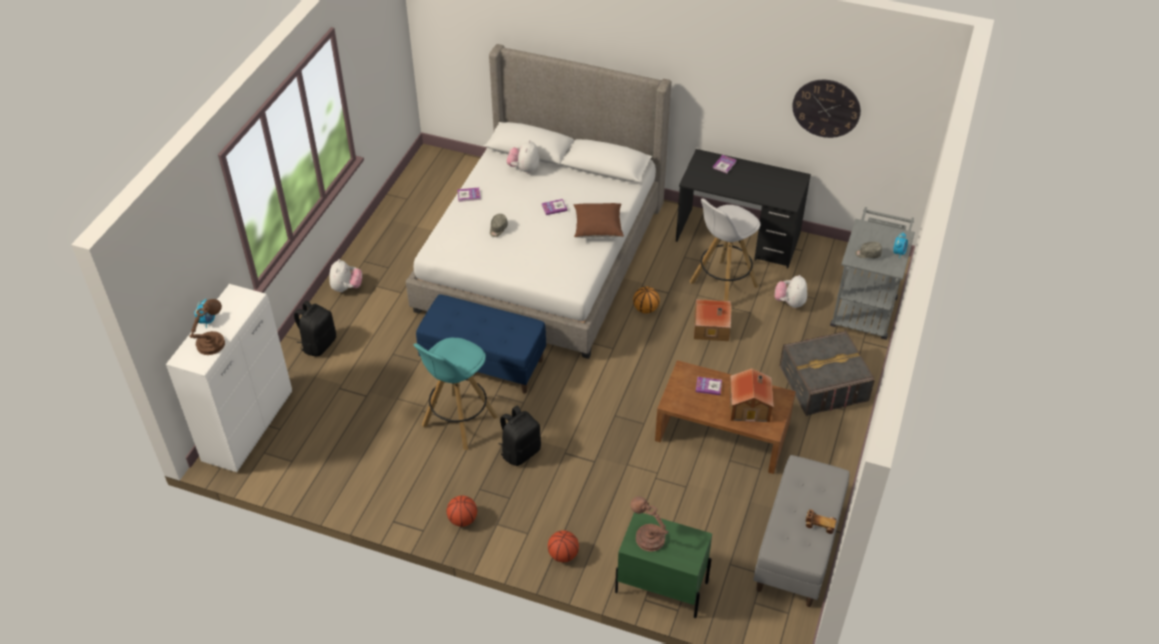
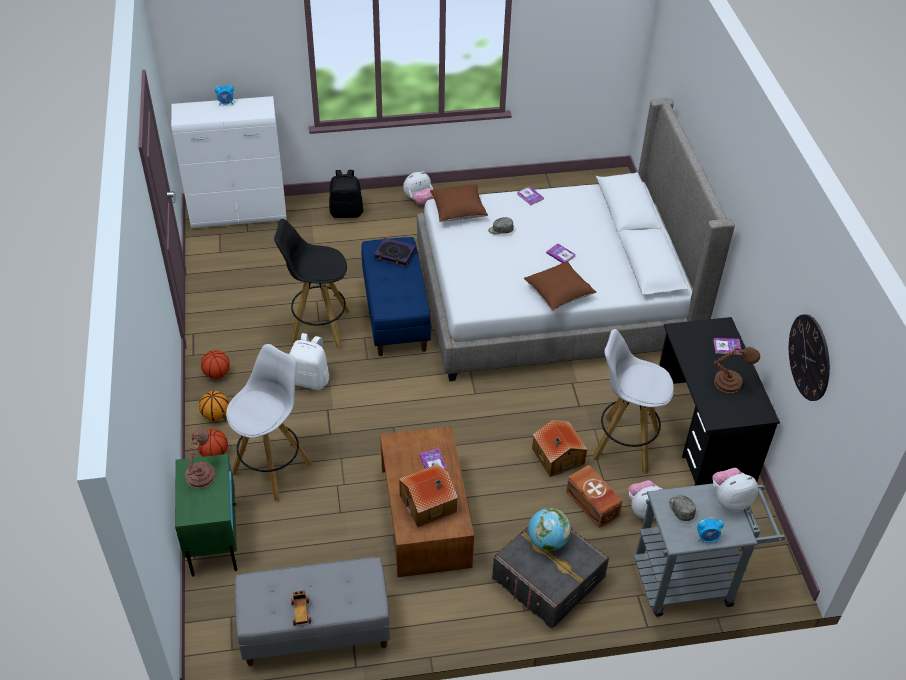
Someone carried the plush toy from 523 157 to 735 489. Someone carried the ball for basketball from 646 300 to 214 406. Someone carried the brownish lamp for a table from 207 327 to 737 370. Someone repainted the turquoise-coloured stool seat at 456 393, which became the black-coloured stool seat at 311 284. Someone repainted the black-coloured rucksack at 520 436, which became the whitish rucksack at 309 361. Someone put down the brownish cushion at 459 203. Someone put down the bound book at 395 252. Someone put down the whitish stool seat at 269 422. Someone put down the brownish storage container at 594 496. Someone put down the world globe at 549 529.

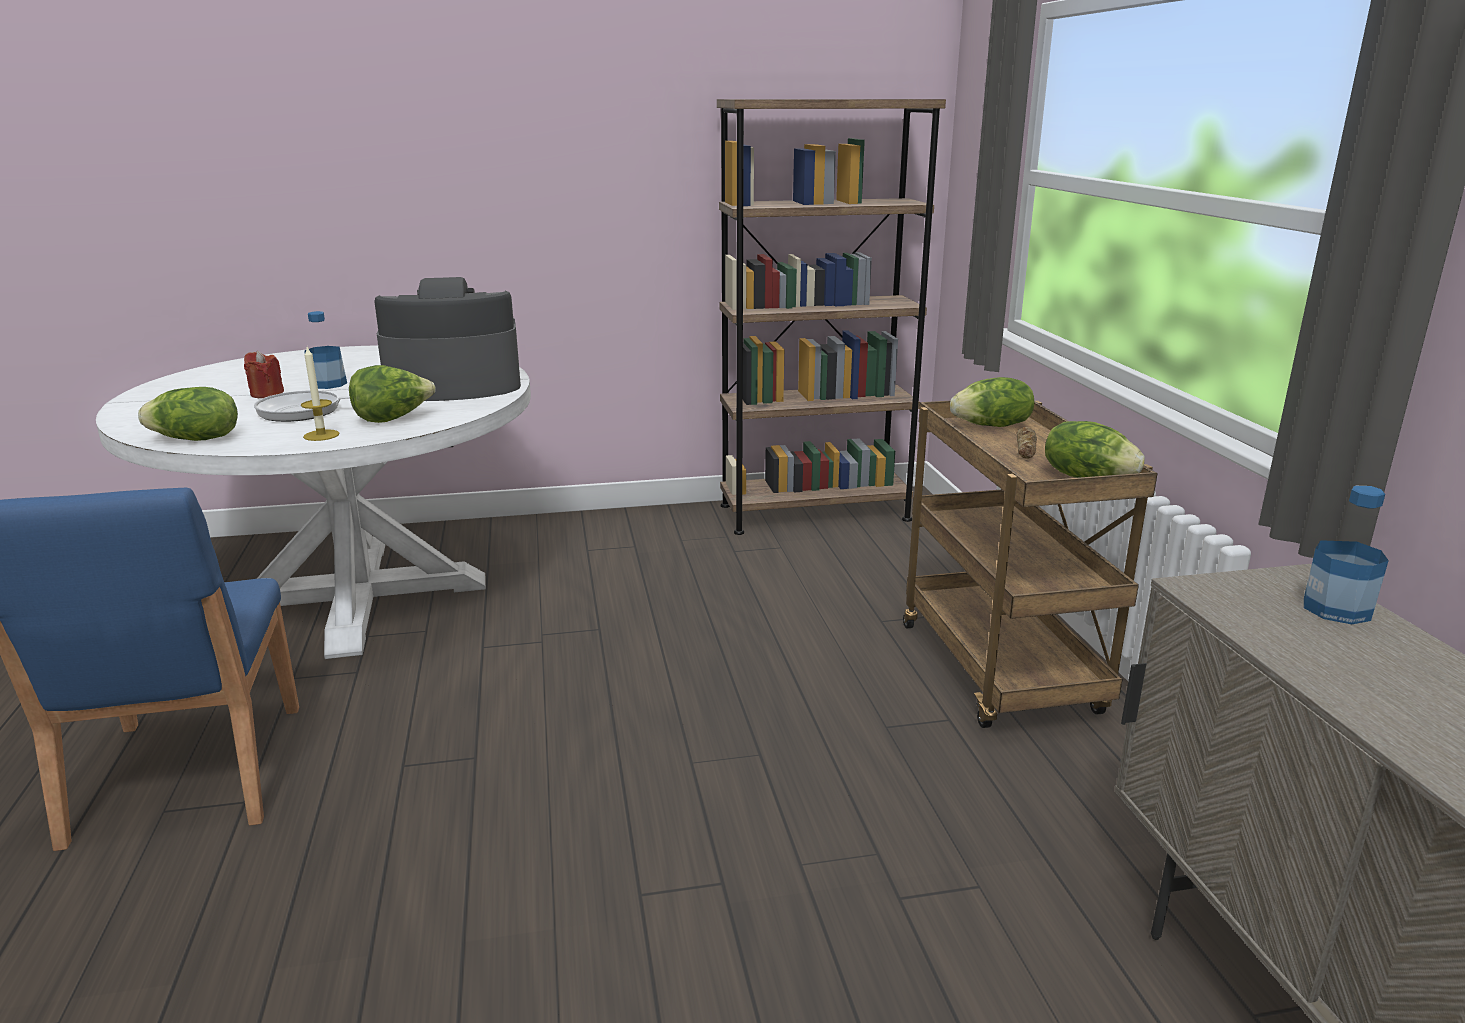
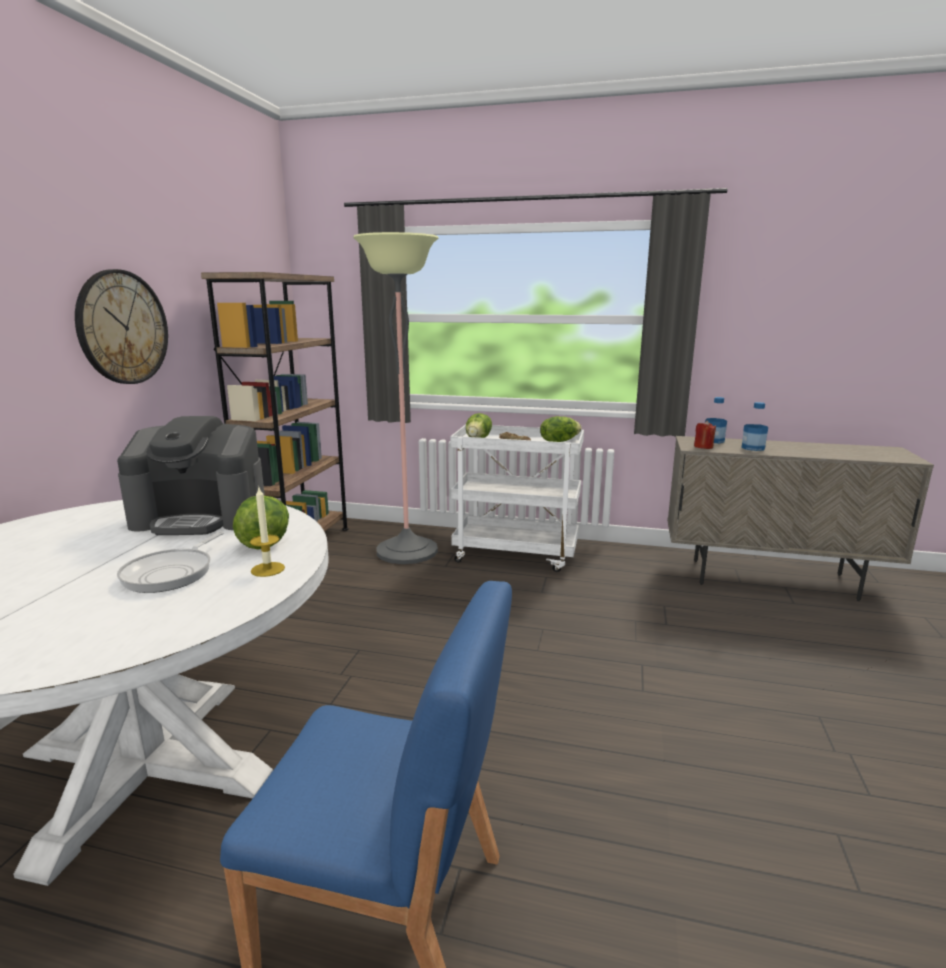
Someone rotated the coffee maker at 447 339 by 105 degrees counterclockwise. Someone carried the drink bottle from 325 350 to 755 426. Someone carried the reddish candle from 264 374 to 705 434. Someone took away the head of lettuce at 188 414. Someone repainted the brownish trolley at 1030 564, which became the whitish trolley at 517 498. Someone put down the standing lamp at 396 398. Someone put up the clock on the wall at 121 326.

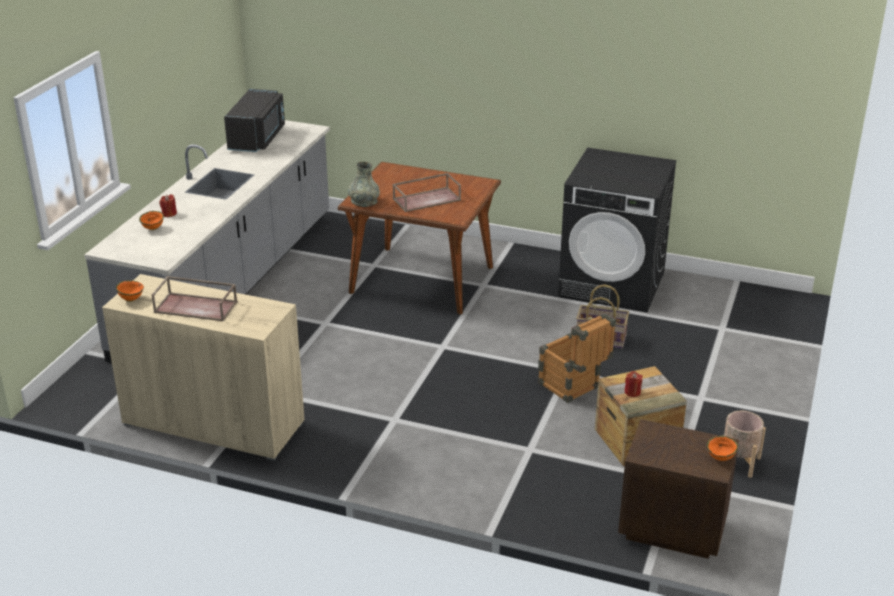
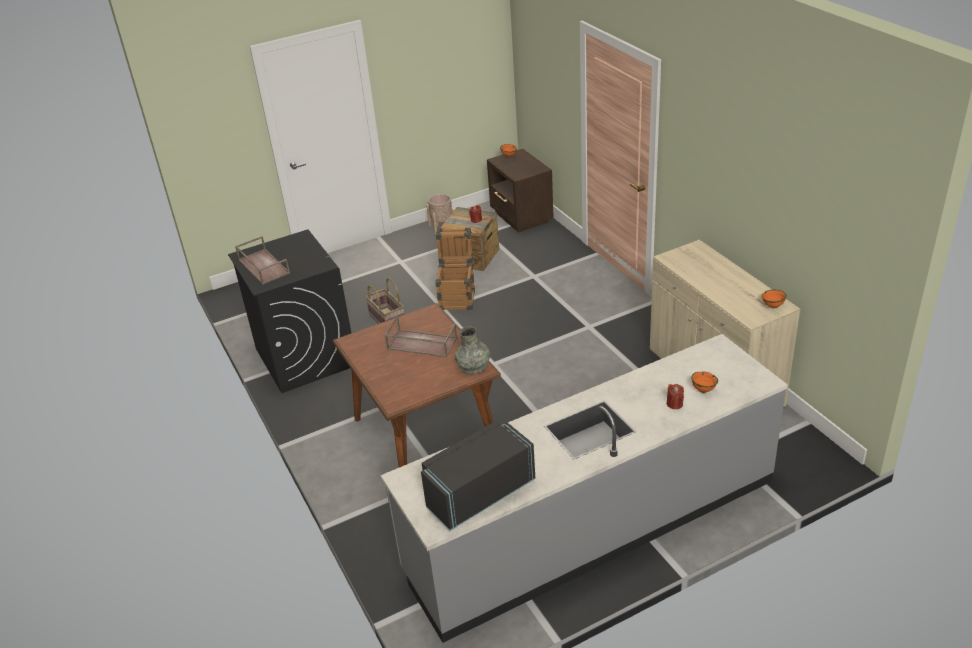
Someone carried the brownish tray from 195 298 to 262 260.

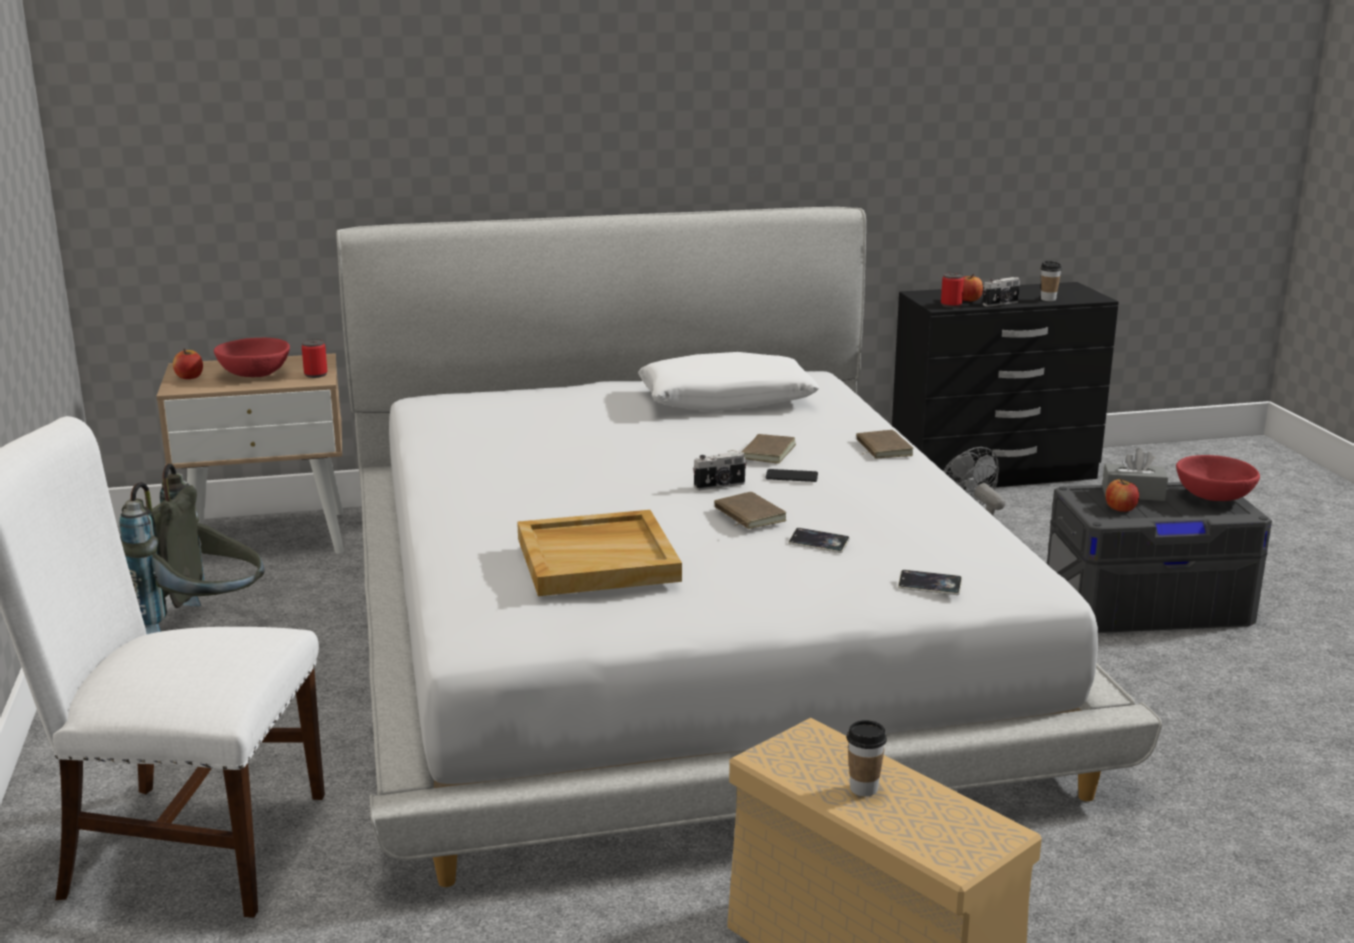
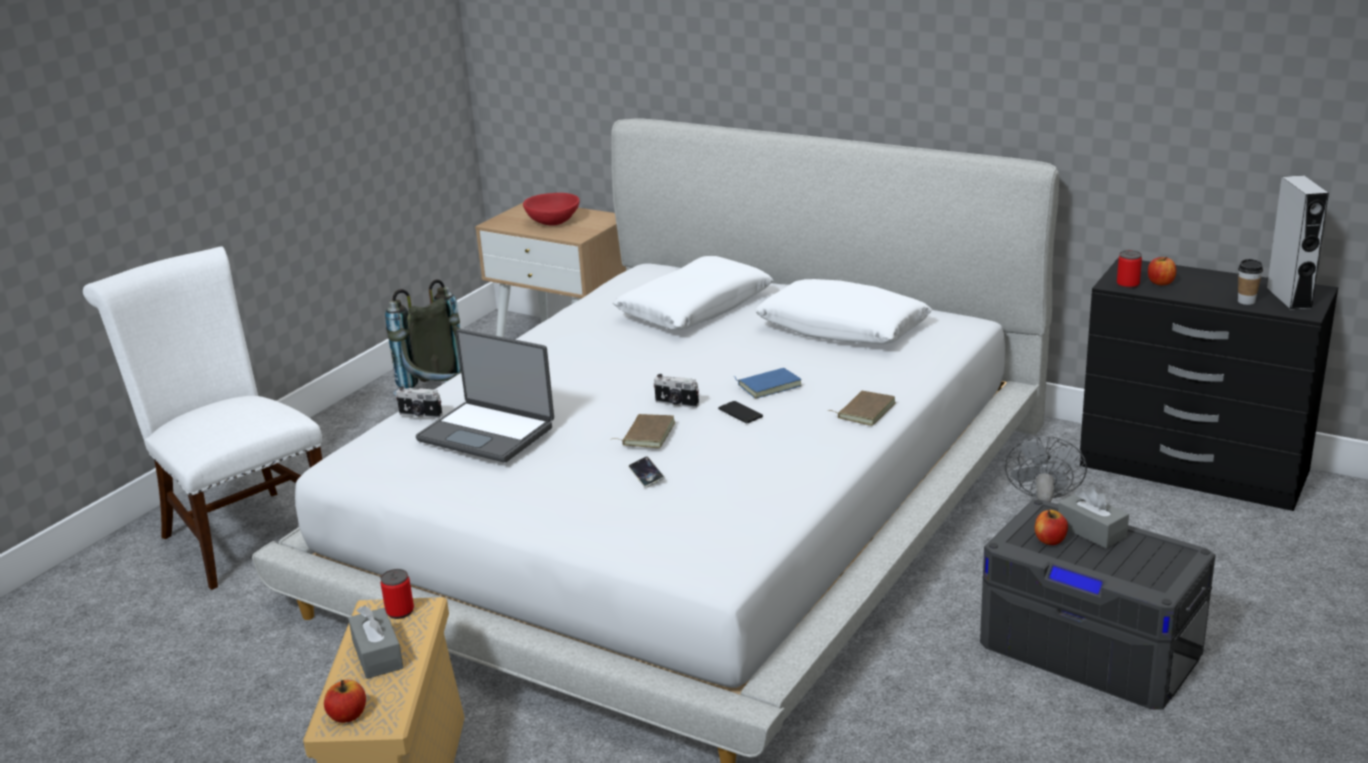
Someone carried the still camera from 1001 292 to 419 402. Someone carried the metal can from 315 358 to 397 594. Someone carried the apple fruit from 188 363 to 345 701. Someone repainted the brownish bound book at 762 449, which became the blue-coloured bound book at 768 383. Someone took away the reddish serving bowl at 1218 478. Someone swapped the beige tray at 599 553 for the portable computer at 485 396. Someone took away the phone at 930 582. Someone swapped the small cup at 867 758 for the gray tissue box at 376 642. Someone put down the gray speaker at 1297 242. Someone put down the whitish cushion at 693 293.

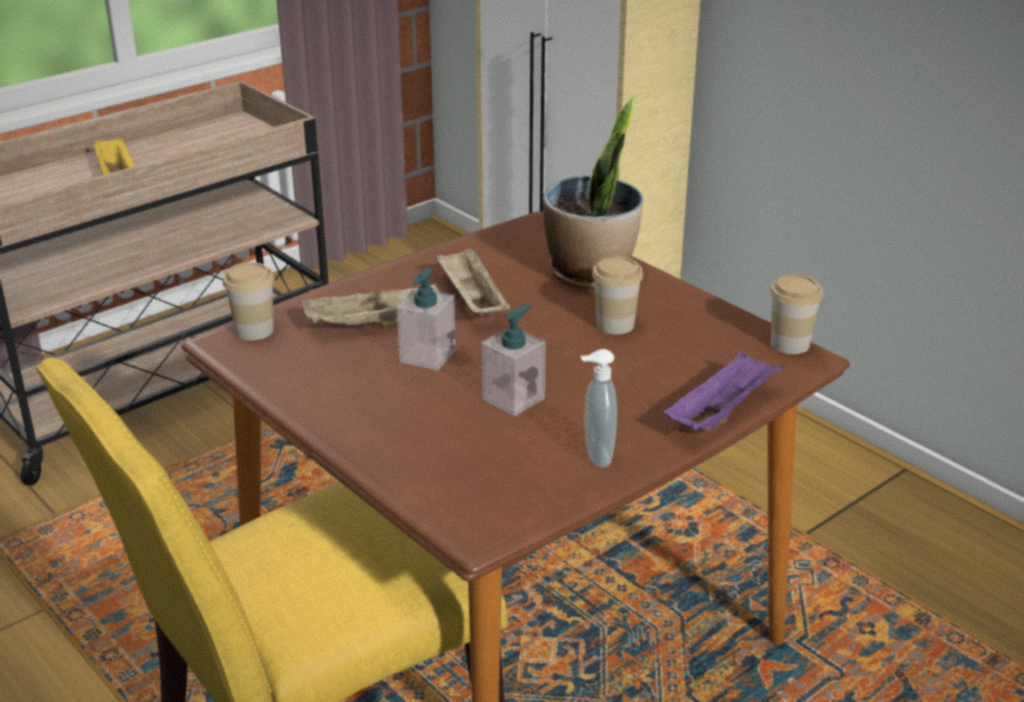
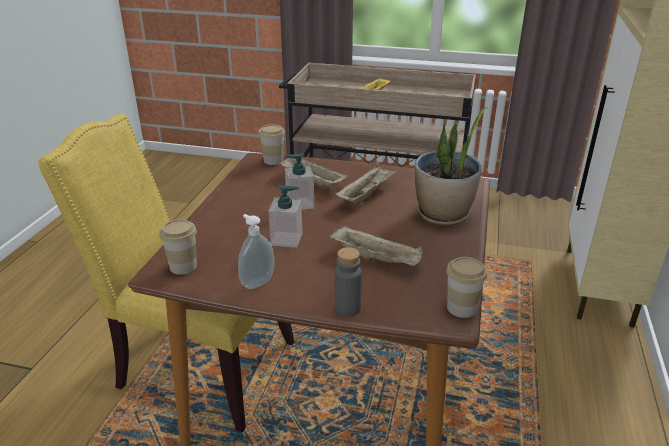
Someone carried the small cup from 617 295 to 178 247. Someone swapped the purple tray at 724 391 for the gray drink bottle at 348 282. Someone put down the beige tray at 376 246.

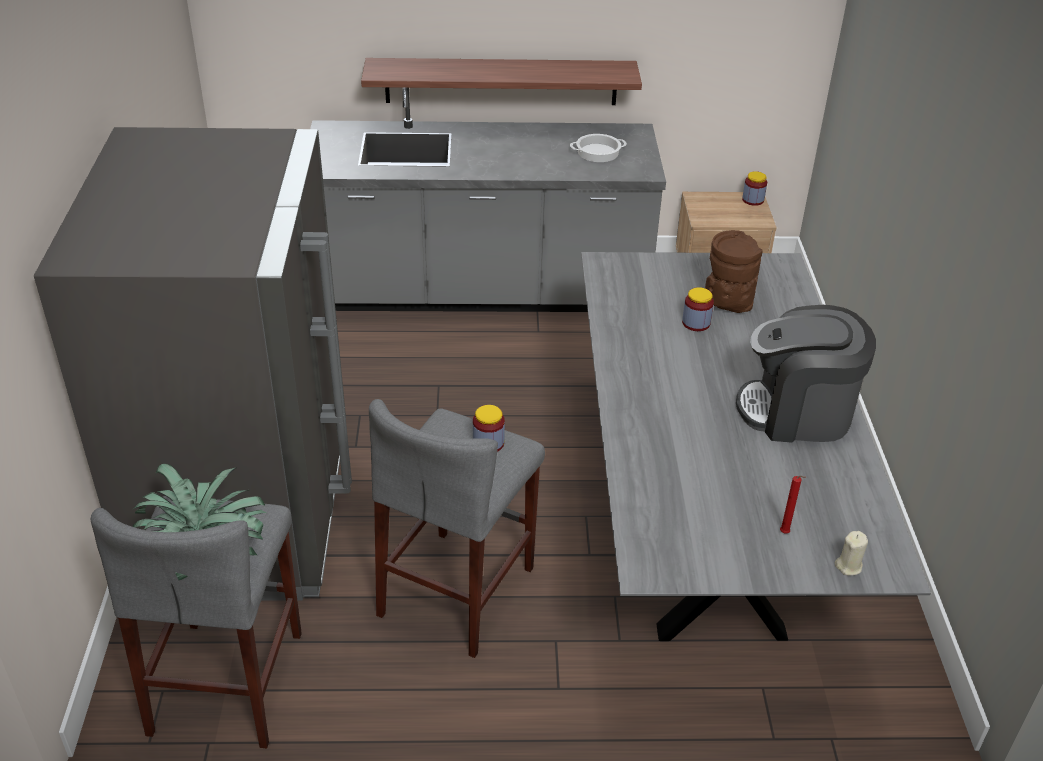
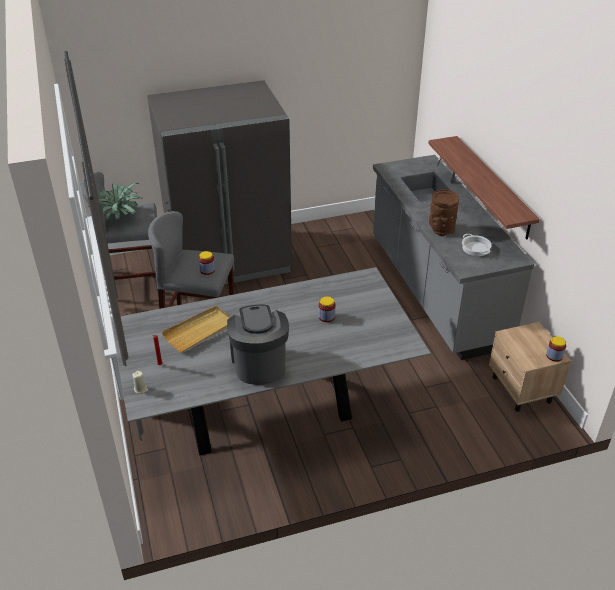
Someone carried the brownish decorative vase from 734 271 to 444 213. Someone put down the beige tray at 195 329.

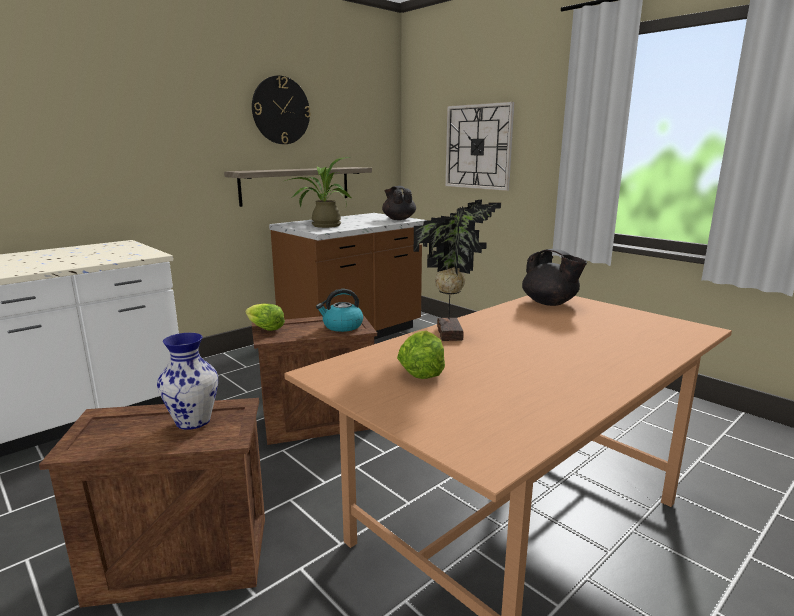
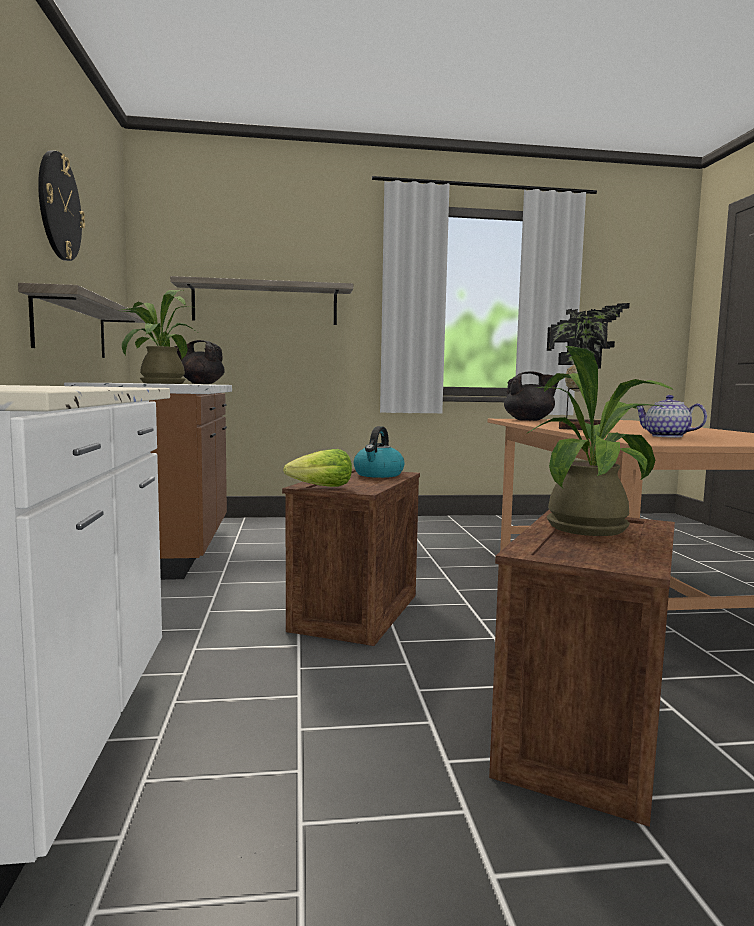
Someone swapped the clock on the wall at 479 146 for the shelf at 261 300. Someone swapped the head of lettuce at 421 354 for the pot for tea at 672 416. Someone swapped the decorative vase at 187 381 for the plant in a pot at 599 441.

